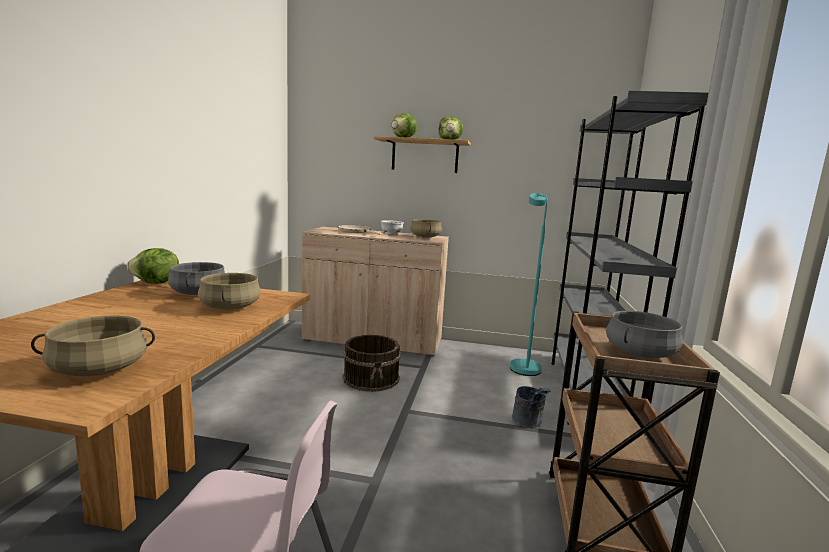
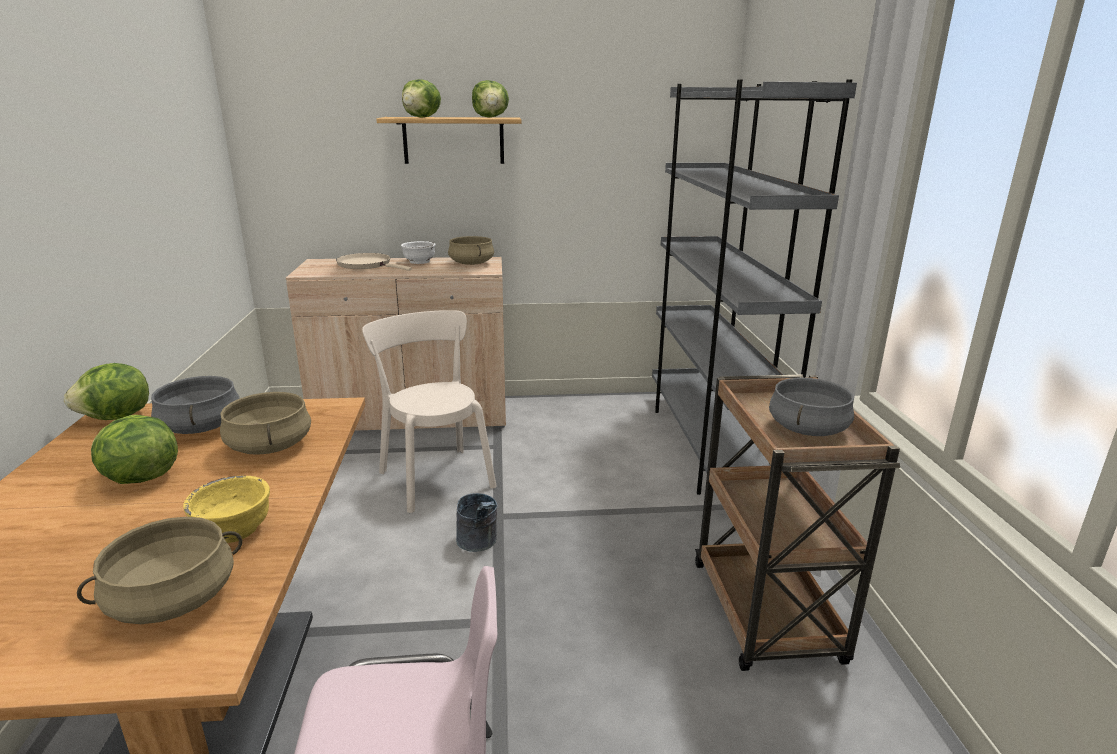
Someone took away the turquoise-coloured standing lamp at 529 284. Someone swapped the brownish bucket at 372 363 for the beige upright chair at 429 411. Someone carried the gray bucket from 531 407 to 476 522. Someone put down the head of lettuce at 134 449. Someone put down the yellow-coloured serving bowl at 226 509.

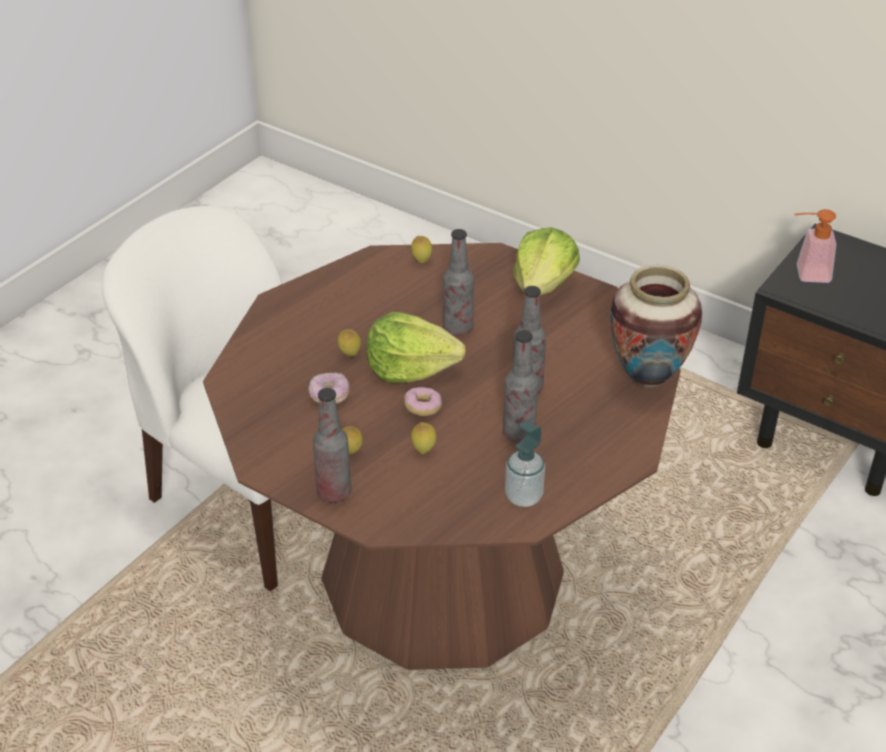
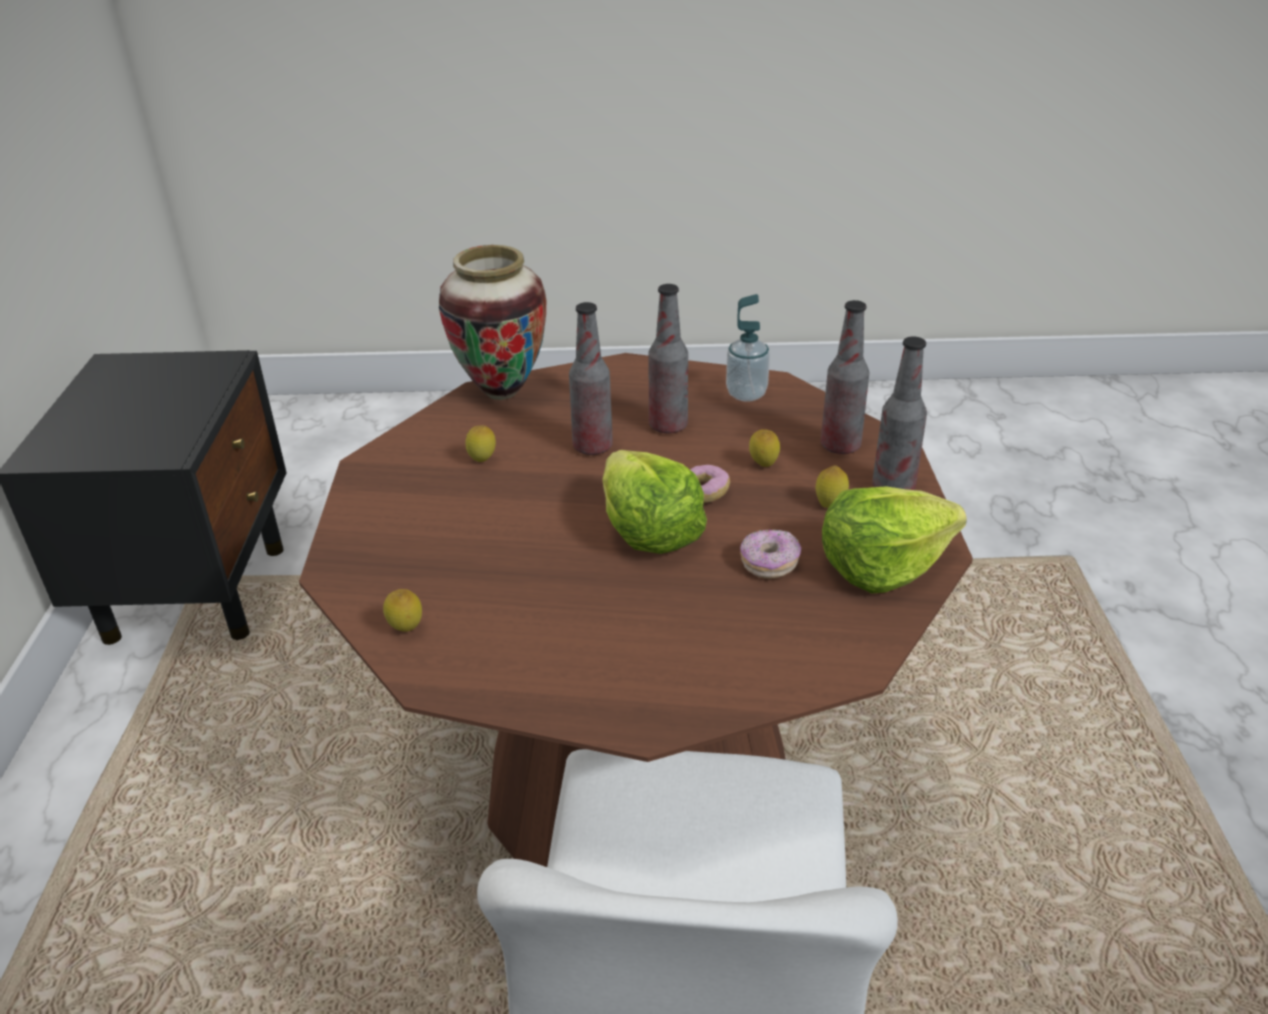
Someone took away the liquid soap bottle at 815 246. Someone carried the head of lettuce from 546 261 to 894 540. Someone carried the drink bottle from 458 282 to 845 377. Someone carried the citrus fruit from 349 343 to 481 443.

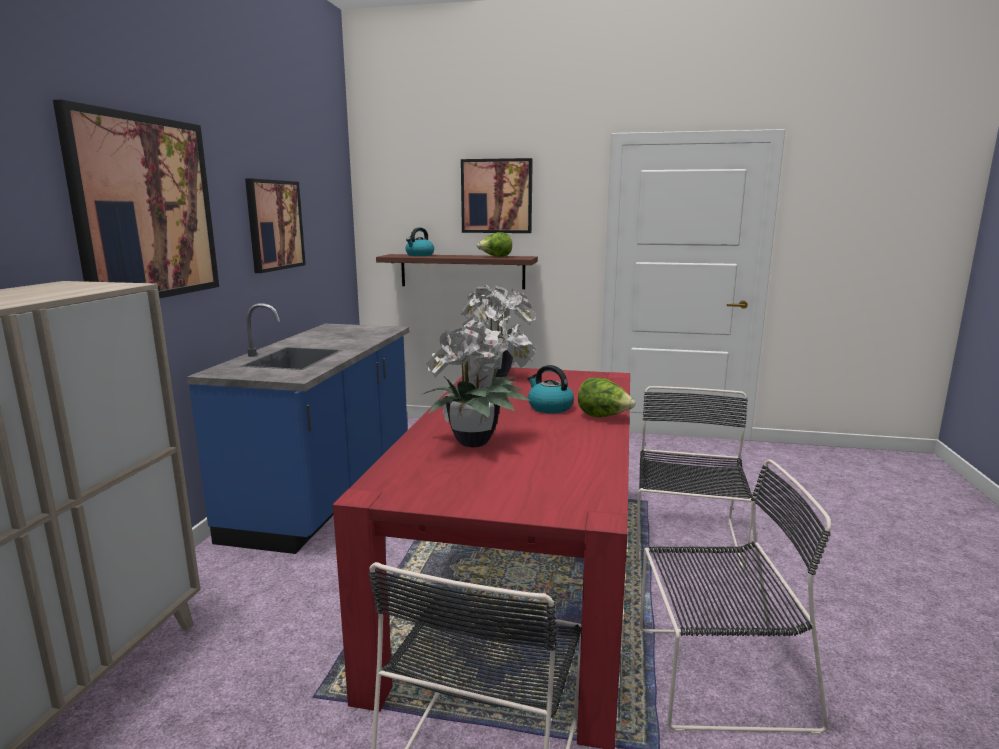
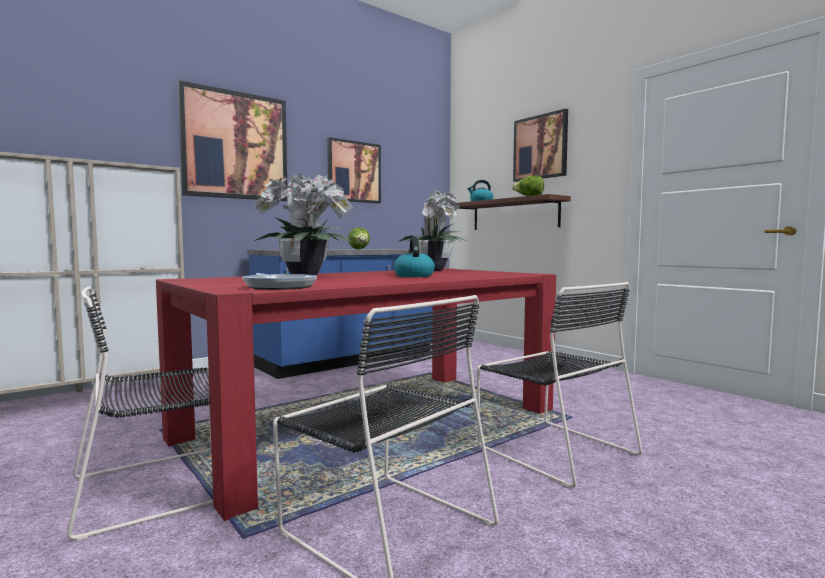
Someone carried the head of lettuce from 606 397 to 359 238. Someone rotated the black-coloured upright chair at 695 479 by 90 degrees clockwise. Someone put down the skillet at 279 281.

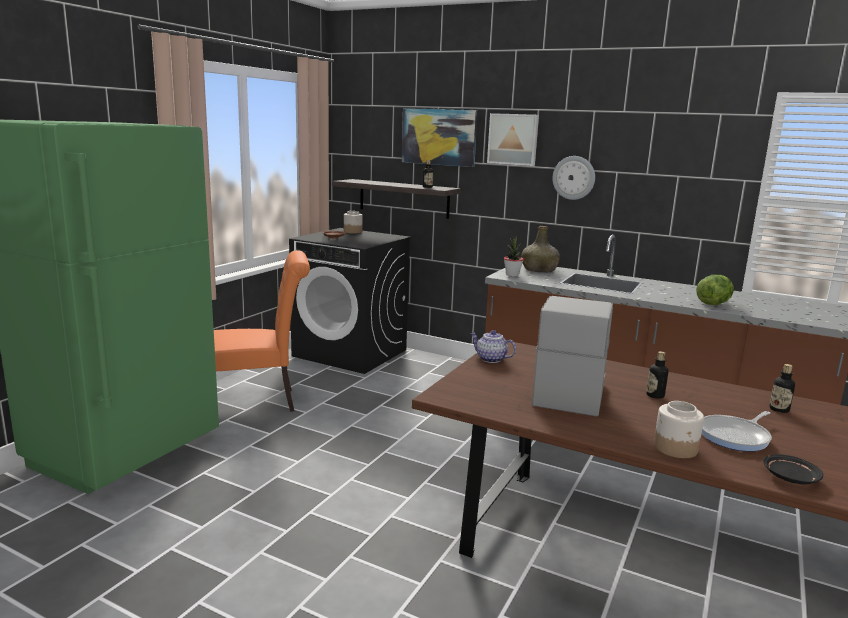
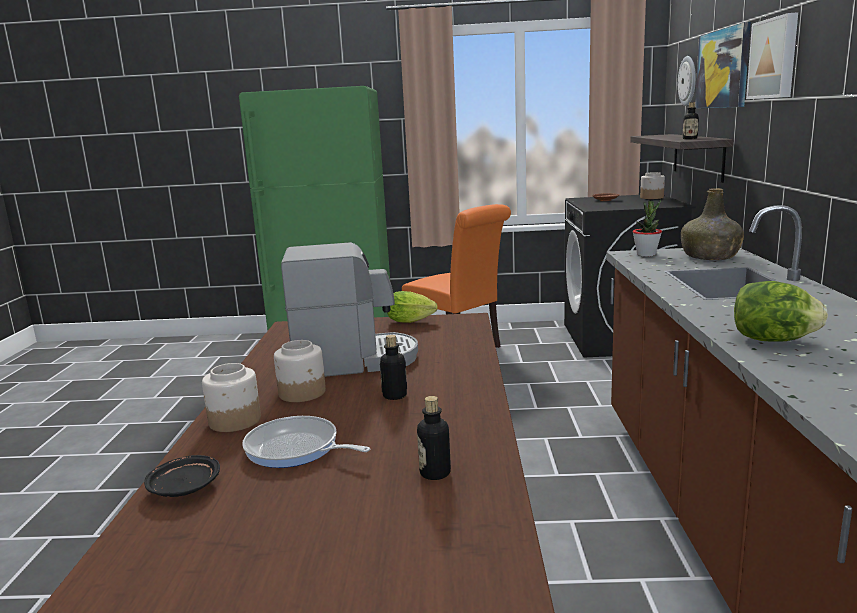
Someone carried the clock on the wall from 573 178 to 687 81. Someone swapped the pot for tea at 493 346 for the head of lettuce at 412 307. Someone put down the preserve jar at 300 371.

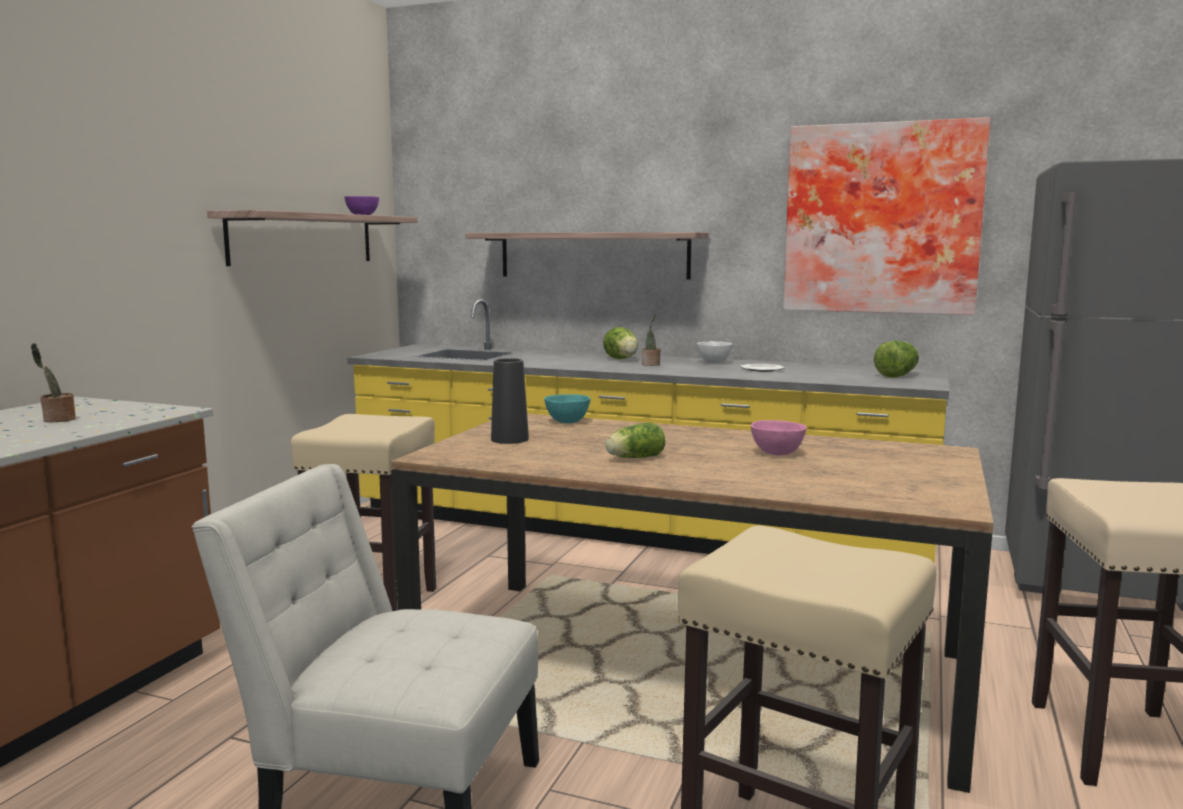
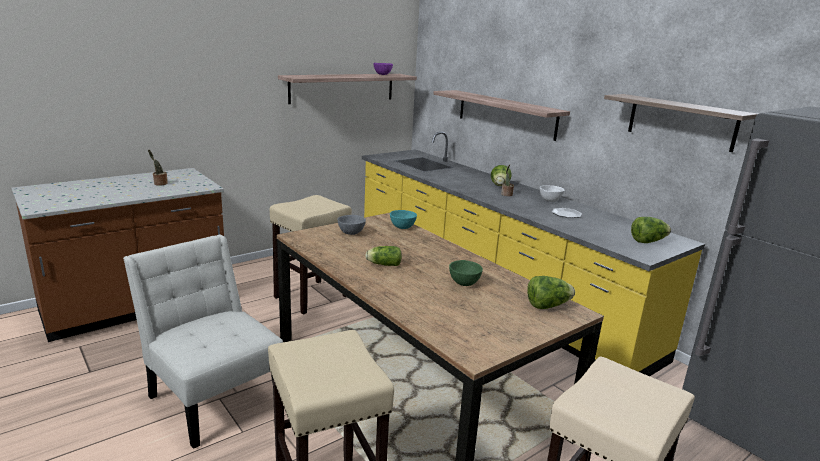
Someone swapped the picture at 886 216 for the shelf at 680 123. Someone swapped the black-coloured decorative vase at 510 401 for the gray serving bowl at 352 225. Someone repainted the pinkish serving bowl at 778 437, which became the greenish serving bowl at 466 273. Someone put down the head of lettuce at 551 292.

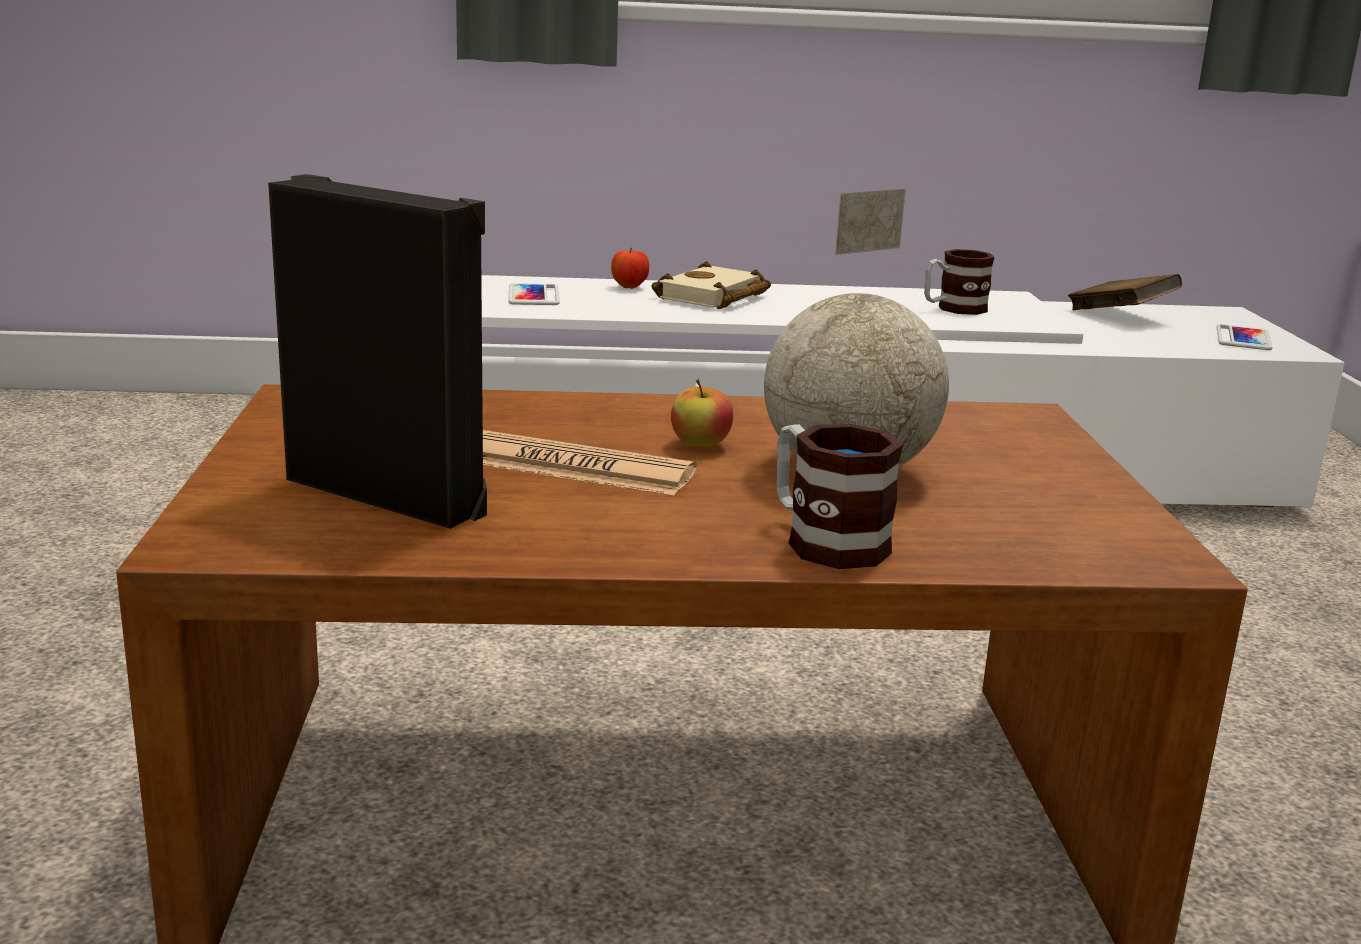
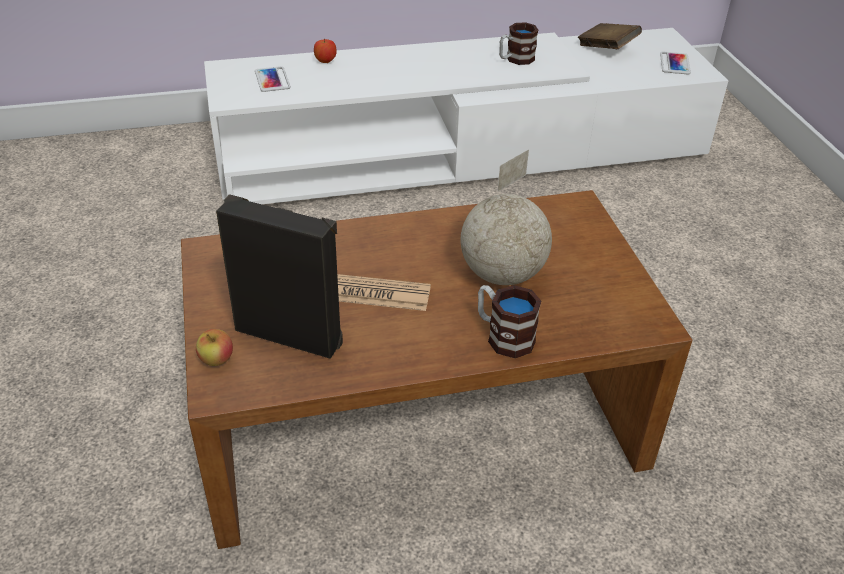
Someone took away the beige bound book at 711 285. Someone carried the apple fruit from 702 413 to 214 347.

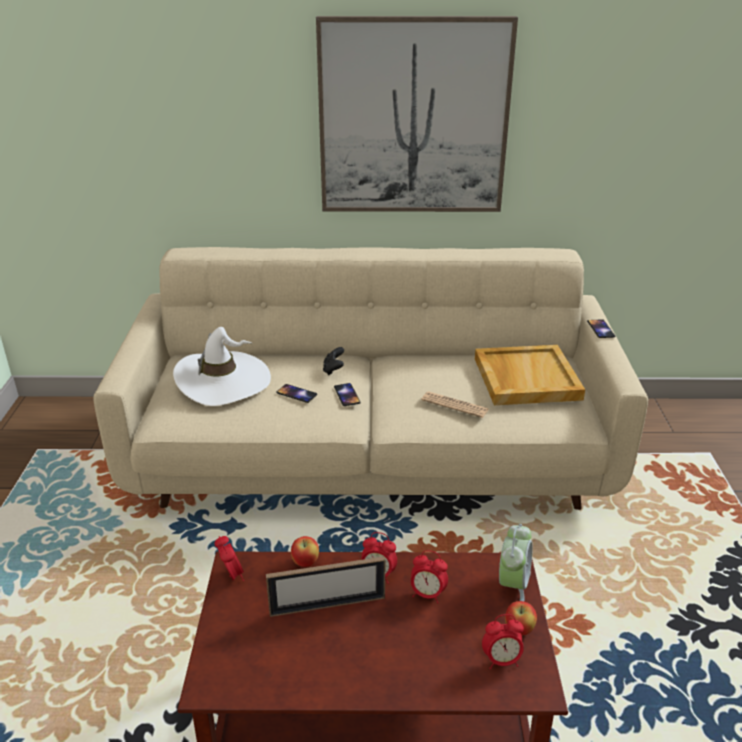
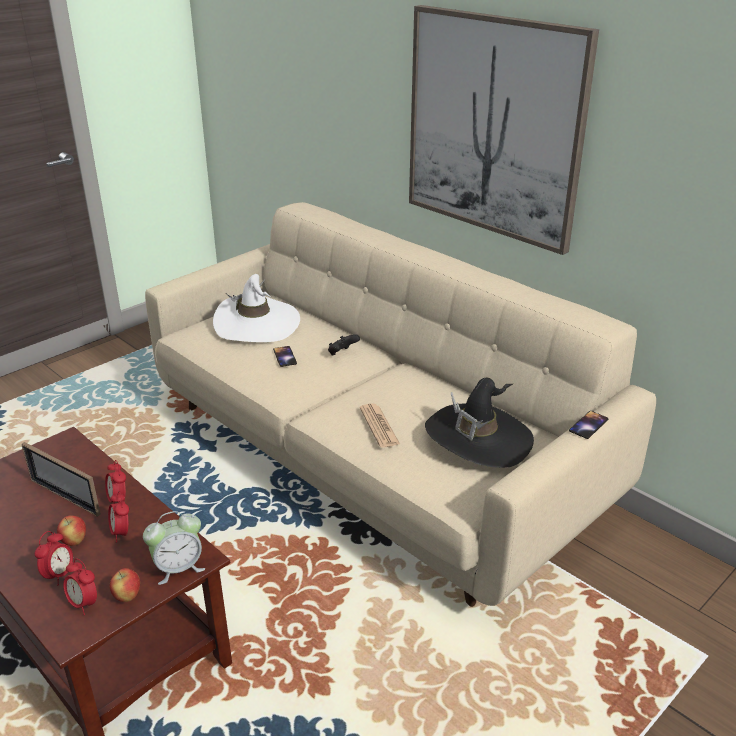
Someone swapped the beige tray at 530 375 for the black-coloured wearable hat at 479 423. Someone took away the phone at 347 394. Someone carried the table clock from 229 558 to 54 558. Someone carried the apple fruit from 305 551 to 71 530.

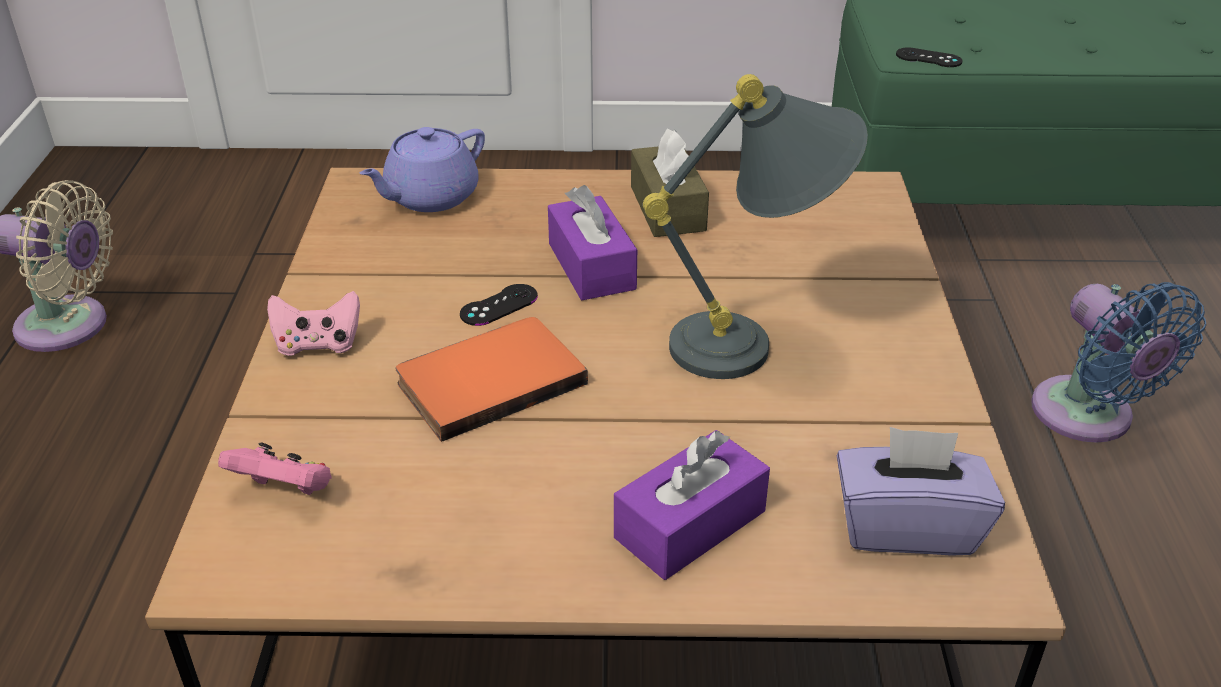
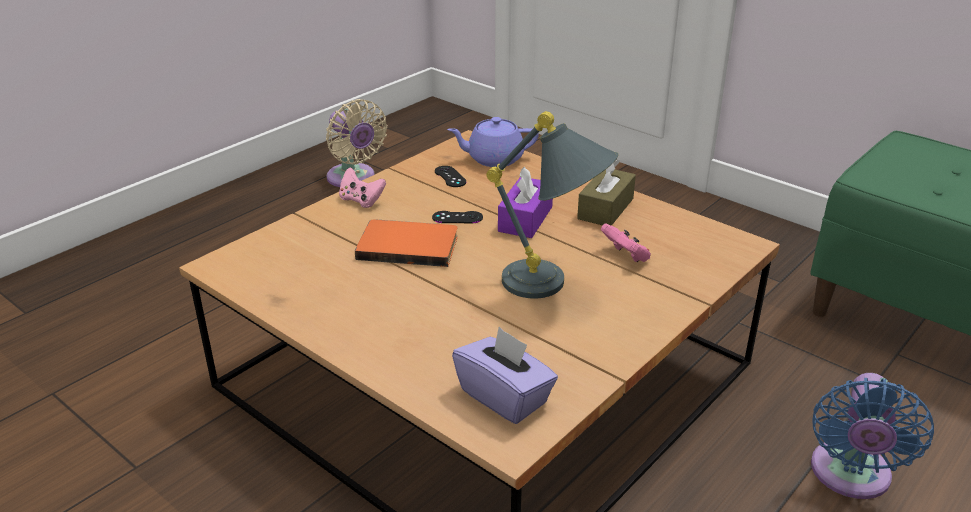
Someone carried the black-coloured gamepad from 929 57 to 450 176. Someone took away the purple tissue box at 692 505. Someone carried the pinkish gamepad from 275 468 to 626 242.

